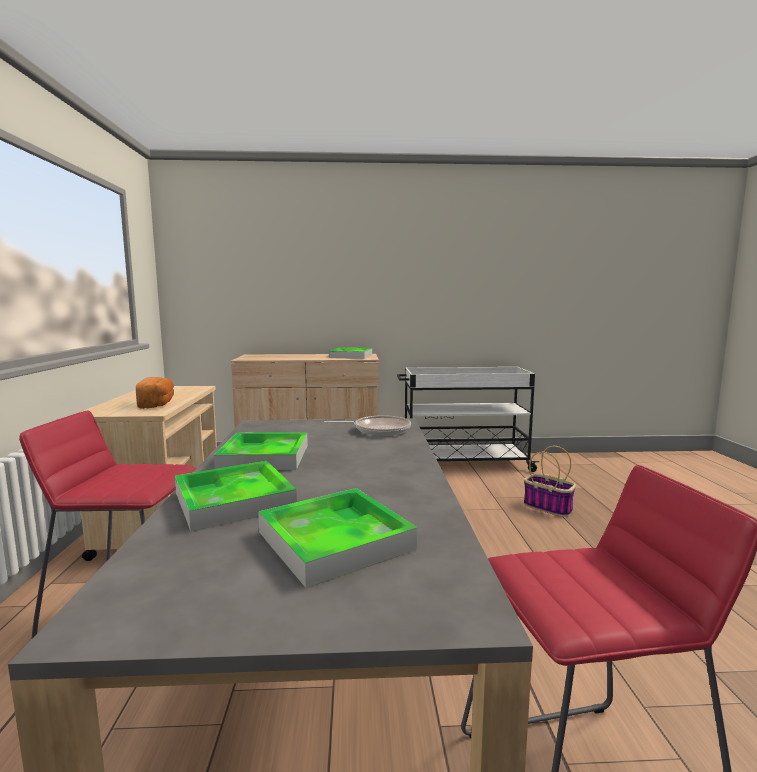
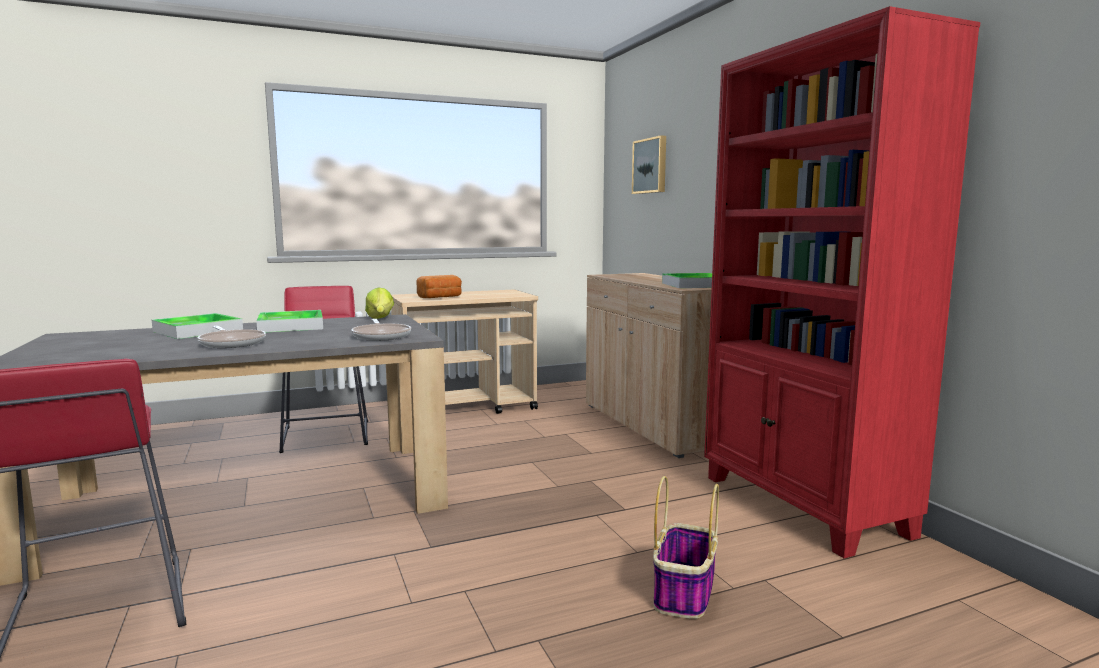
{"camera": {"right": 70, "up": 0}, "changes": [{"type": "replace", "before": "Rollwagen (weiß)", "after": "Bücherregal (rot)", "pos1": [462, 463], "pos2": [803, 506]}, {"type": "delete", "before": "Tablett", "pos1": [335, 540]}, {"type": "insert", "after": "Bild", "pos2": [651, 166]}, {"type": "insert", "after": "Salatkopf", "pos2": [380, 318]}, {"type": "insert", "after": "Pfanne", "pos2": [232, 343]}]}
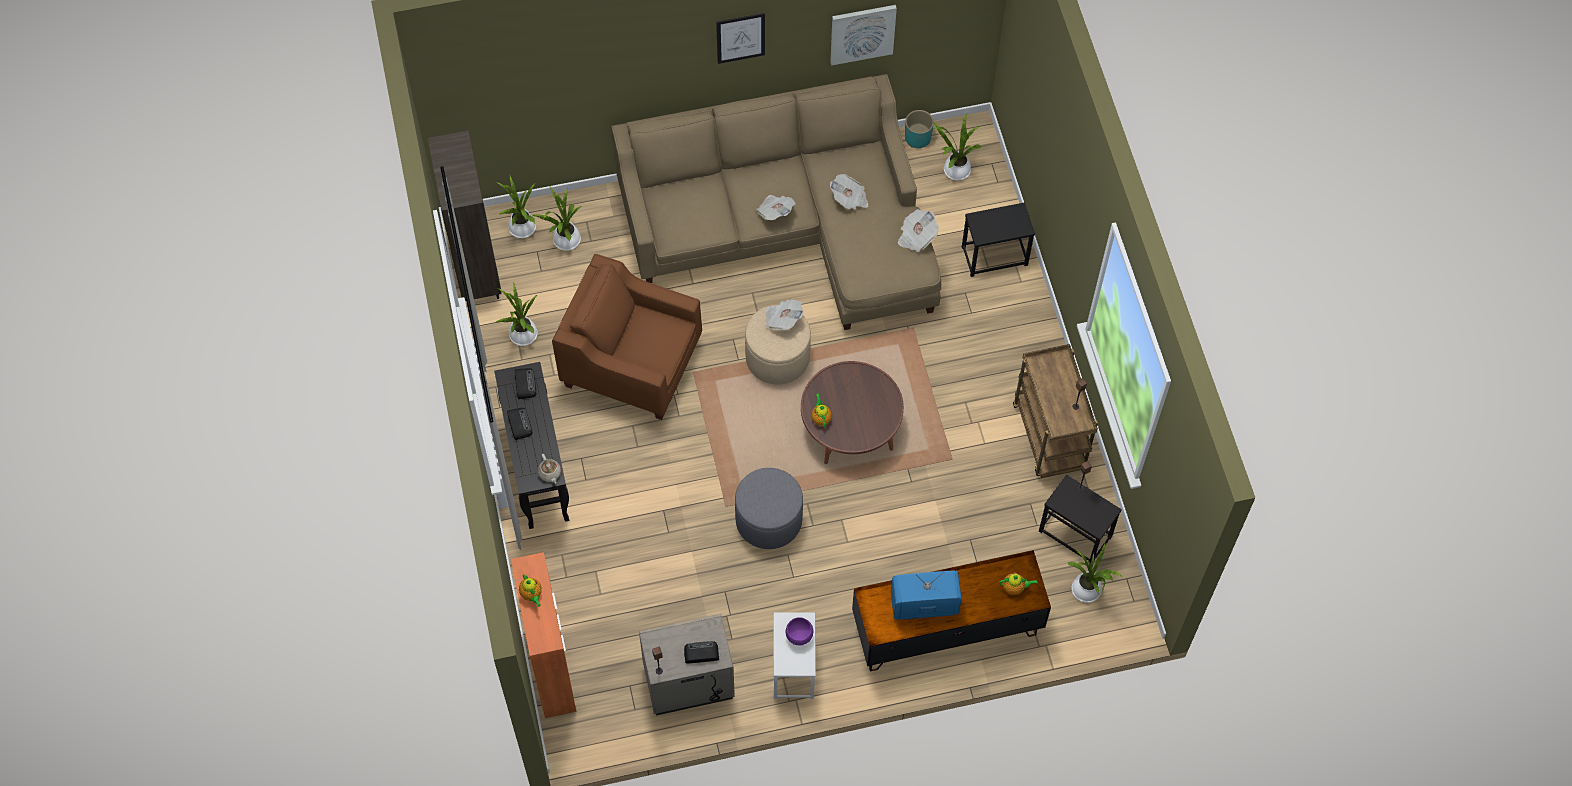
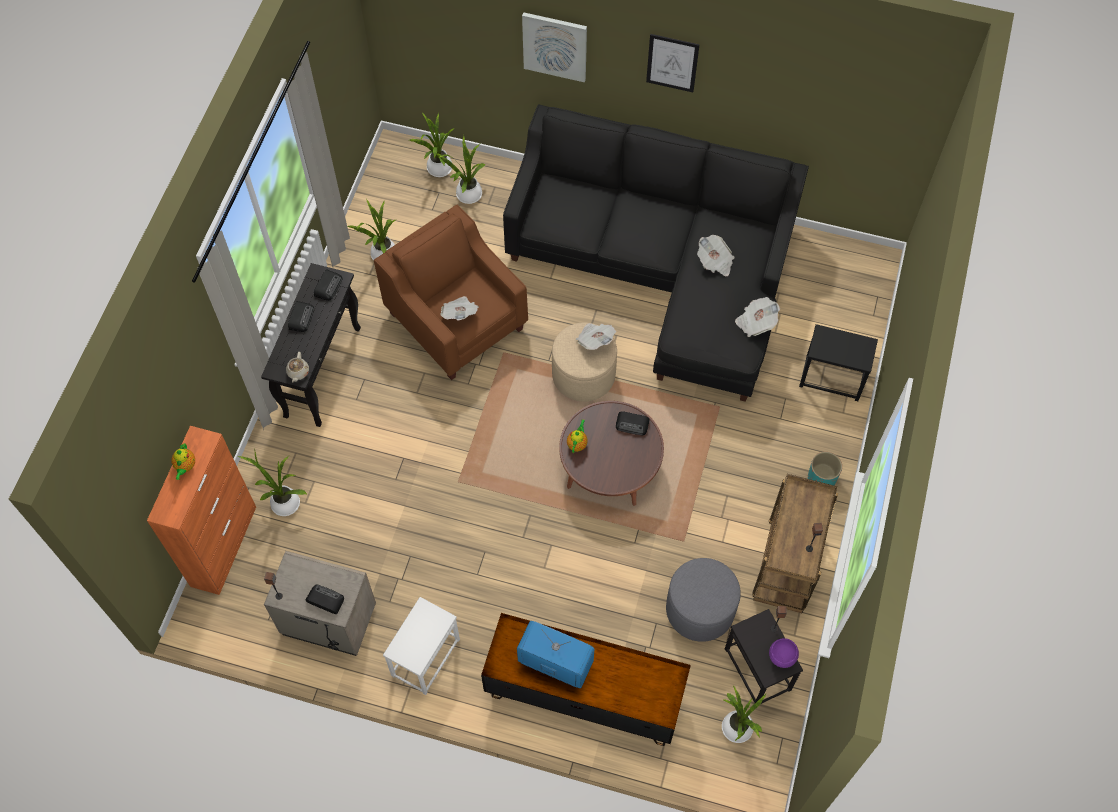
{"camera": {"right": 30, "up": 0}, "changes": [{"type": "move", "before": "Bild", "pos1": [862, 33], "pos2": [555, 46]}, {"type": "recolor", "before": "Sofa (beige)", "after": "Sofa (schwarz)", "pos1": [788, 227], "pos2": [662, 269]}, {"type": "move", "before": "Pflanzkübel (türkis)", "pos1": [917, 138], "pos2": [821, 479]}, {"type": "move", "before": "Topfpflanze", "pos1": [954, 170], "pos2": [283, 502]}, {"type": "delete", "before": "Bücherregal (braun)", "pos1": [476, 273]}, {"type": "move", "before": "Zeitung", "pos1": [775, 212], "pos2": [460, 313]}, {"type": "move", "before": "Polsterhocker (grau)", "pos1": [768, 520], "pos2": [700, 609]}, {"type": "delete", "before": "Teekanne", "pos1": [1014, 588]}, {"type": "move", "before": "Schüssel (lila)", "pos1": [800, 636], "pos2": [782, 657]}, {"type": "insert", "after": "Radio", "pos2": [632, 424]}]}
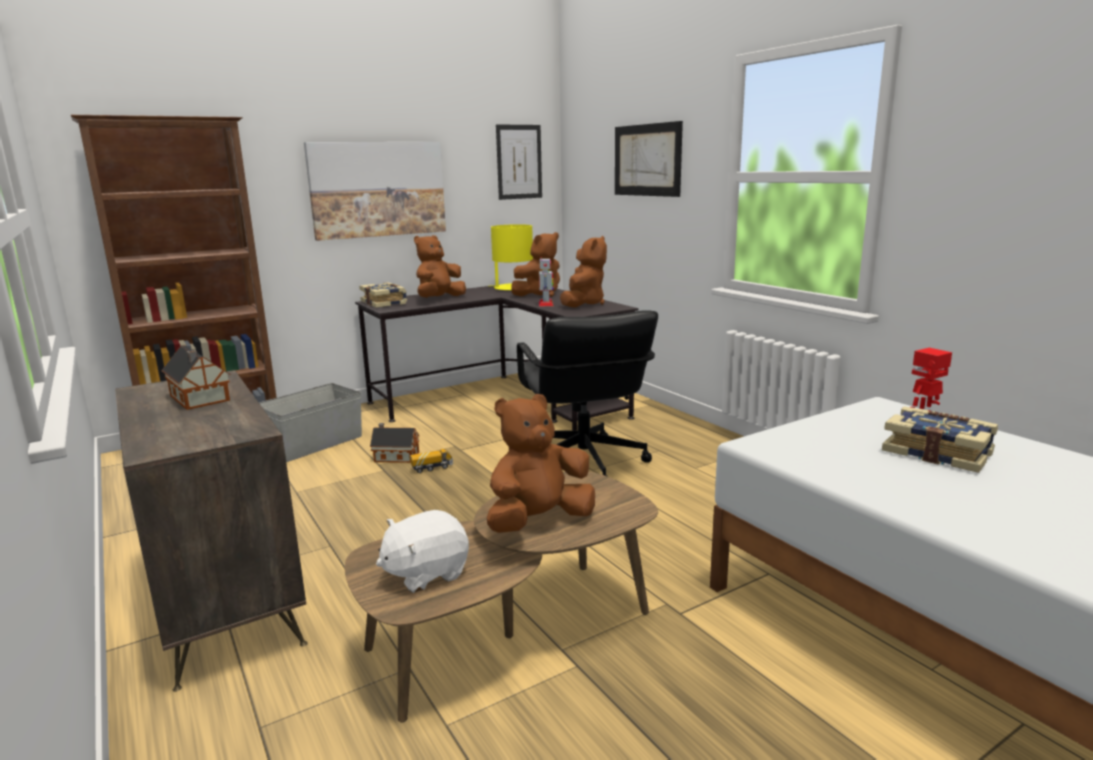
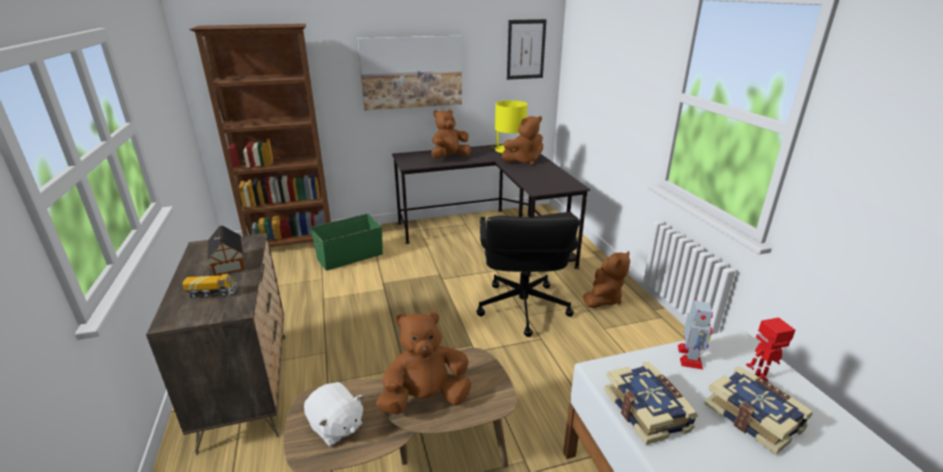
{"camera": {"right": 15, "up": 10}, "changes": [{"type": "delete", "before": "Bild", "pos1": [647, 160]}, {"type": "move", "before": "Plüschtier (braun)", "pos1": [583, 304], "pos2": [603, 299]}, {"type": "move", "before": "Spielzeugroboter", "pos1": [546, 304], "pos2": [690, 357]}, {"type": "move", "before": "Buch", "pos1": [385, 303], "pos2": [648, 411]}, {"type": "recolor", "before": "Aufbewahrungsbox (grau)", "after": "Aufbewahrungsbox (grün)", "pos1": [314, 444], "pos2": [350, 256]}, {"type": "delete", "before": "Spielzeughaus", "pos1": [395, 457]}, {"type": "move", "before": "Spielzeuglaster", "pos1": [432, 468], "pos2": [213, 293]}, {"type": "rotate", "before": "Plüschtier (weiß)", "pos1": [426, 573], "pos2": [336, 427], "turn": -120}]}
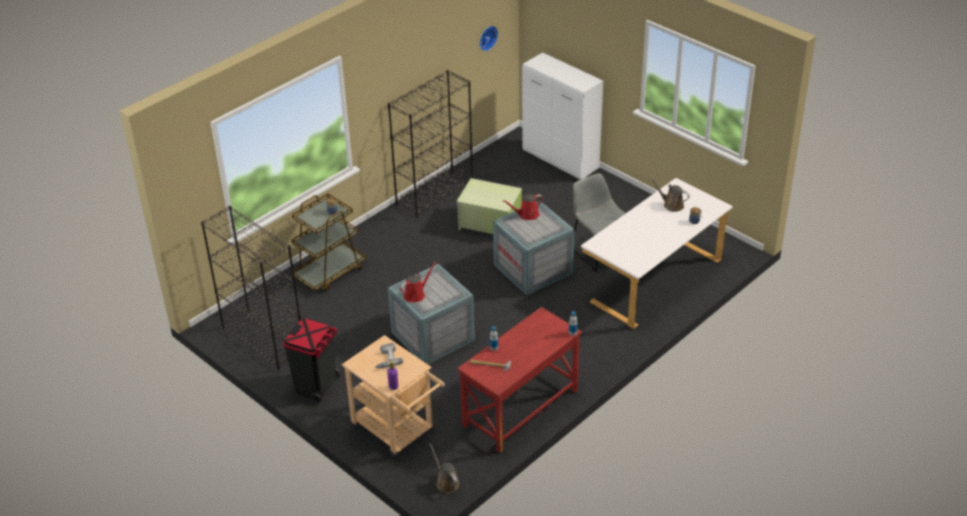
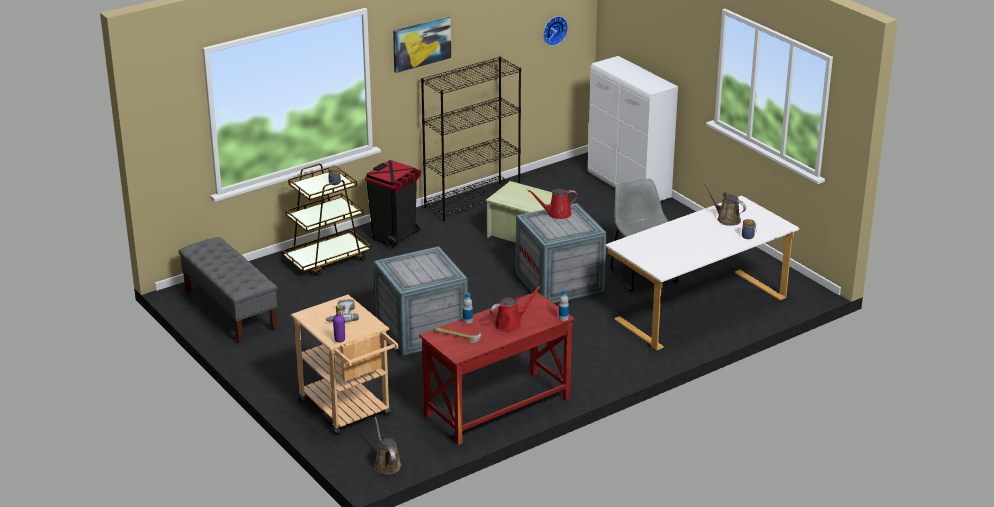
{"camera": {"right": 10, "up": -10}, "changes": [{"type": "replace", "before": "Bücherregal (schwarz)", "after": "Bank (grau)", "pos1": [262, 339], "pos2": [230, 311]}, {"type": "move", "before": "Gießkanne (rot)", "pos1": [416, 294], "pos2": [510, 324]}, {"type": "move", "before": "Mülleimer (schwarz)", "pos1": [317, 386], "pos2": [395, 236]}, {"type": "insert", "after": "Bild", "pos2": [421, 44]}]}
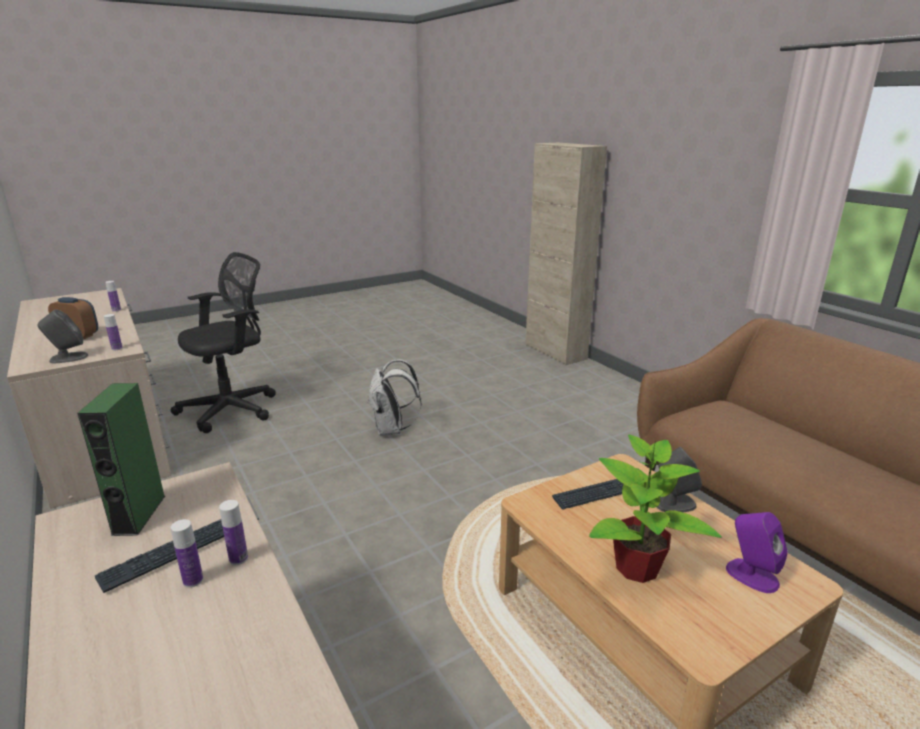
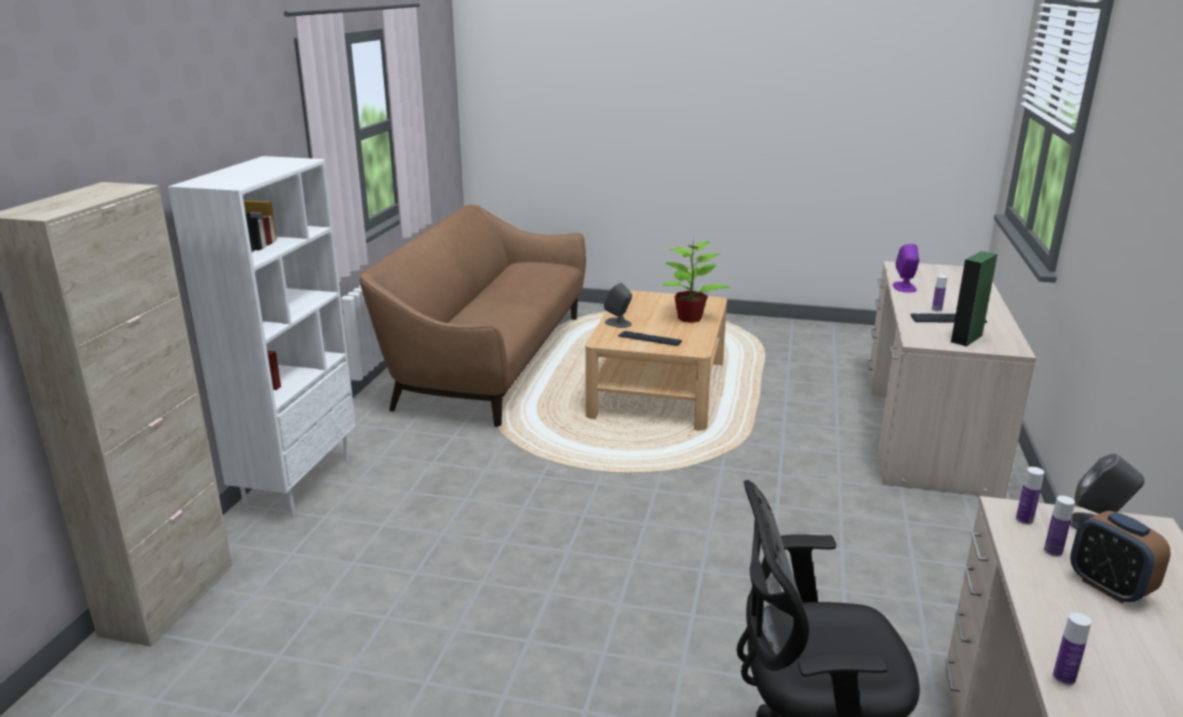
{"camera": {"right": -135, "up": 0}, "changes": [{"type": "delete", "before": "Rucksack (weiß)", "pos1": [392, 430]}, {"type": "move", "before": "Flasche", "pos1": [238, 558], "pos2": [1053, 551]}, {"type": "move", "before": "Lautsprecher (lila)", "pos1": [751, 575], "pos2": [904, 287]}, {"type": "insert", "after": "Bücherregal (weiß)", "pos2": [298, 483]}]}
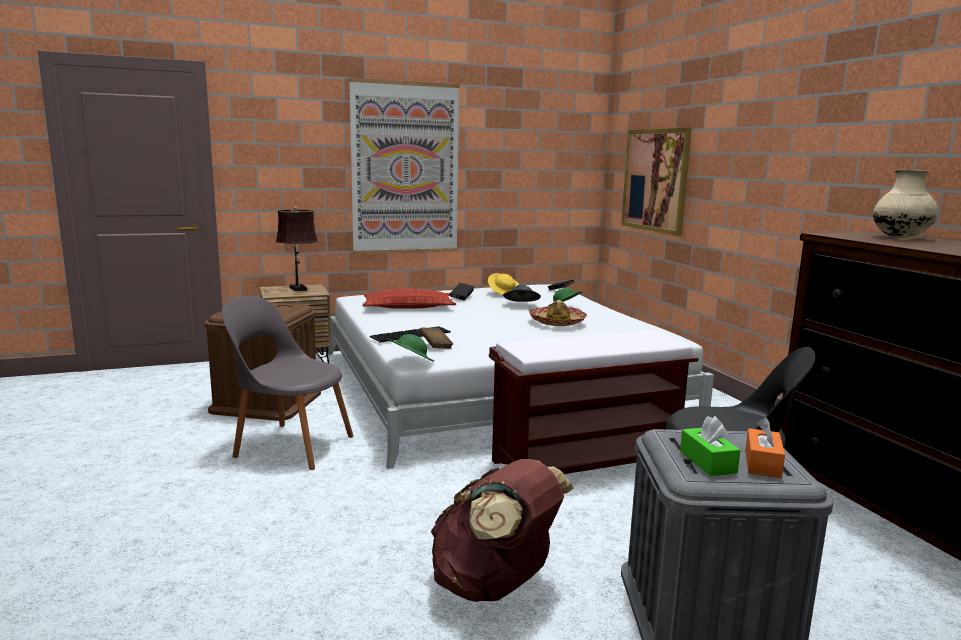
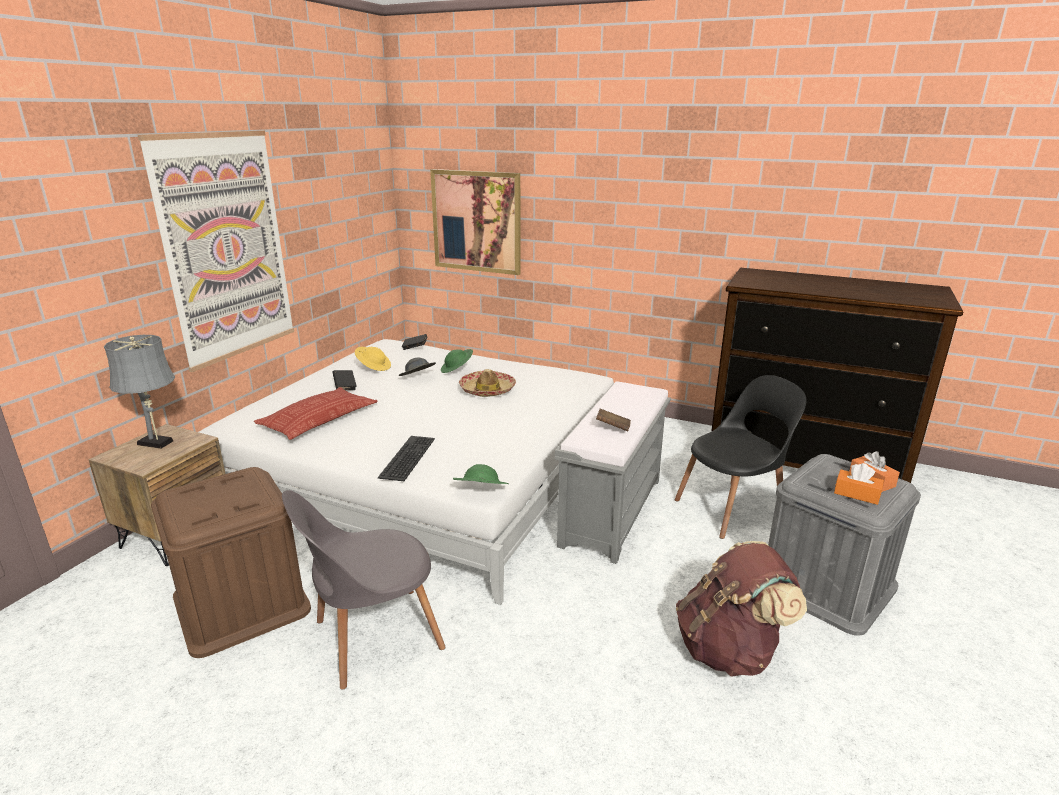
{"camera": {"right": -45, "up": 10}, "changes": [{"type": "delete", "before": "Vase (beige)", "pos1": [900, 237]}, {"type": "recolor", "before": "Tischlampe (braun)", "after": "Tischlampe (grau)", "pos1": [298, 289], "pos2": [158, 443]}, {"type": "move", "before": "Buch (braun)", "pos1": [436, 346], "pos2": [612, 428]}, {"type": "recolor", "before": "Bank (braun)", "after": "Bank (grau)", "pos1": [587, 461], "pos2": [611, 510]}, {"type": "recolor", "before": "Taschentuchbox (grün)", "after": "Taschentuchbox (orange)", "pos1": [707, 462], "pos2": [856, 494]}]}
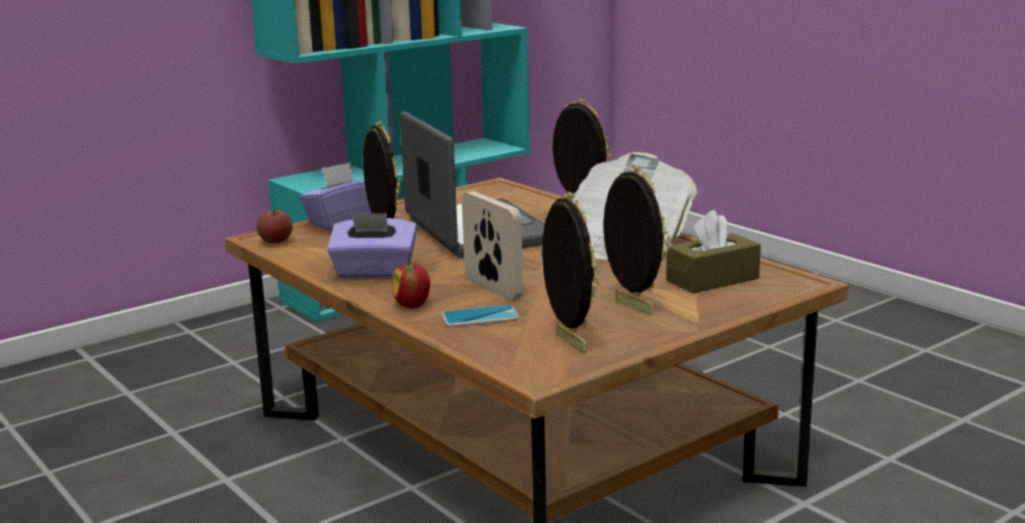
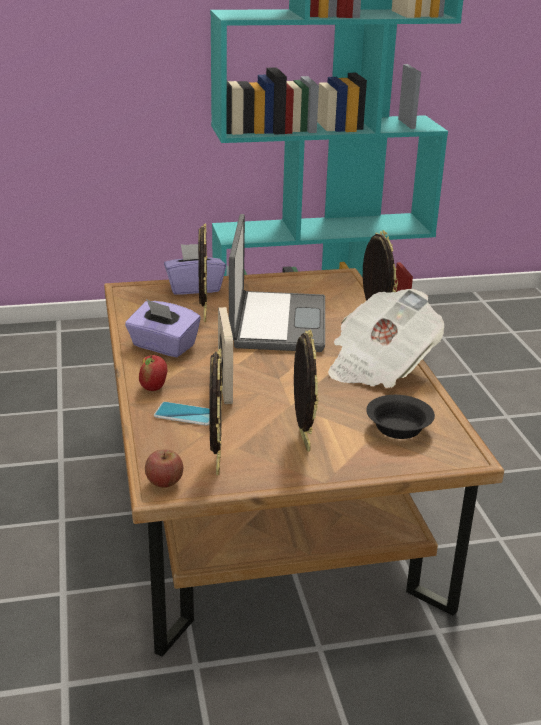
{"camera": {"right": 25, "up": 10}, "changes": [{"type": "move", "before": "Apfel", "pos1": [276, 240], "pos2": [164, 481]}, {"type": "replace", "before": "Taschentuchbox (braun)", "after": "Schüssel (schwarz)", "pos1": [712, 279], "pos2": [397, 429]}]}
